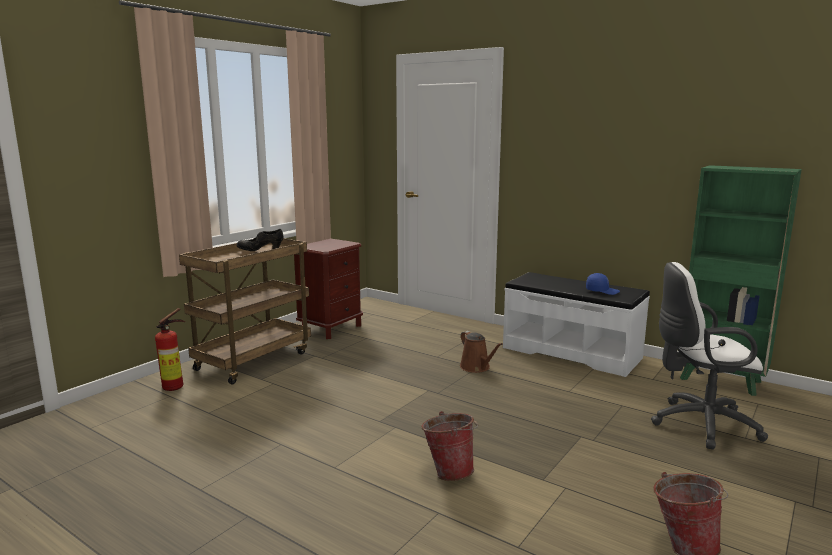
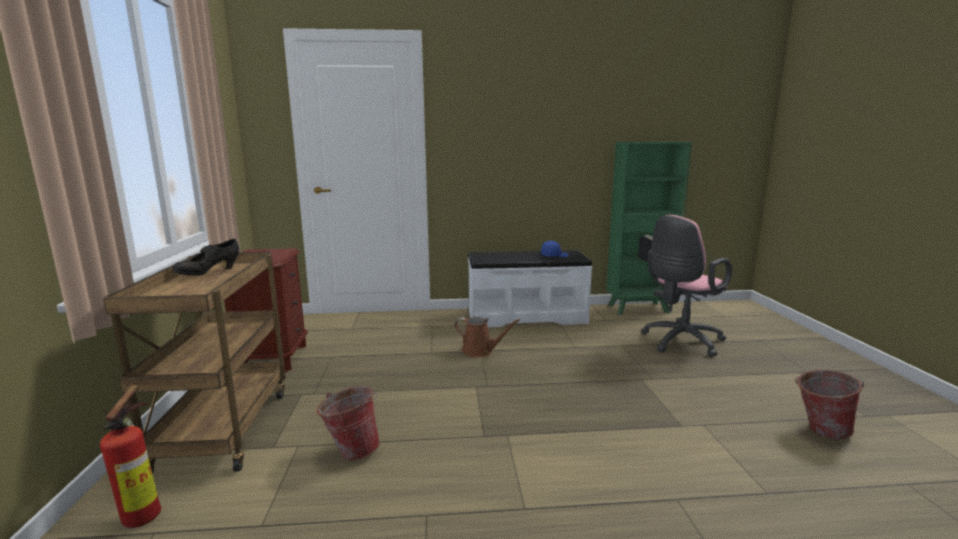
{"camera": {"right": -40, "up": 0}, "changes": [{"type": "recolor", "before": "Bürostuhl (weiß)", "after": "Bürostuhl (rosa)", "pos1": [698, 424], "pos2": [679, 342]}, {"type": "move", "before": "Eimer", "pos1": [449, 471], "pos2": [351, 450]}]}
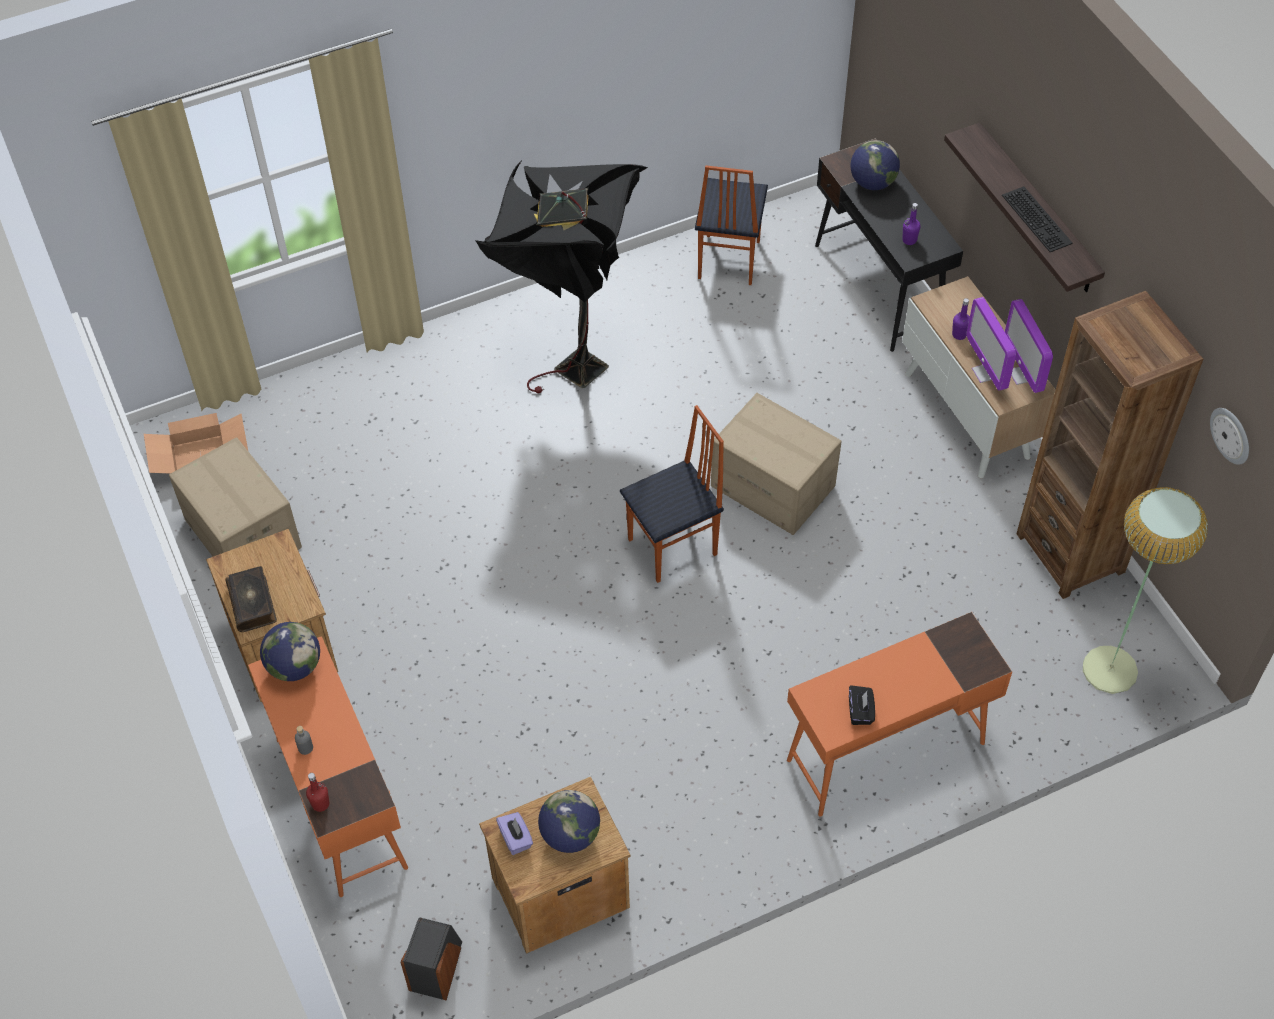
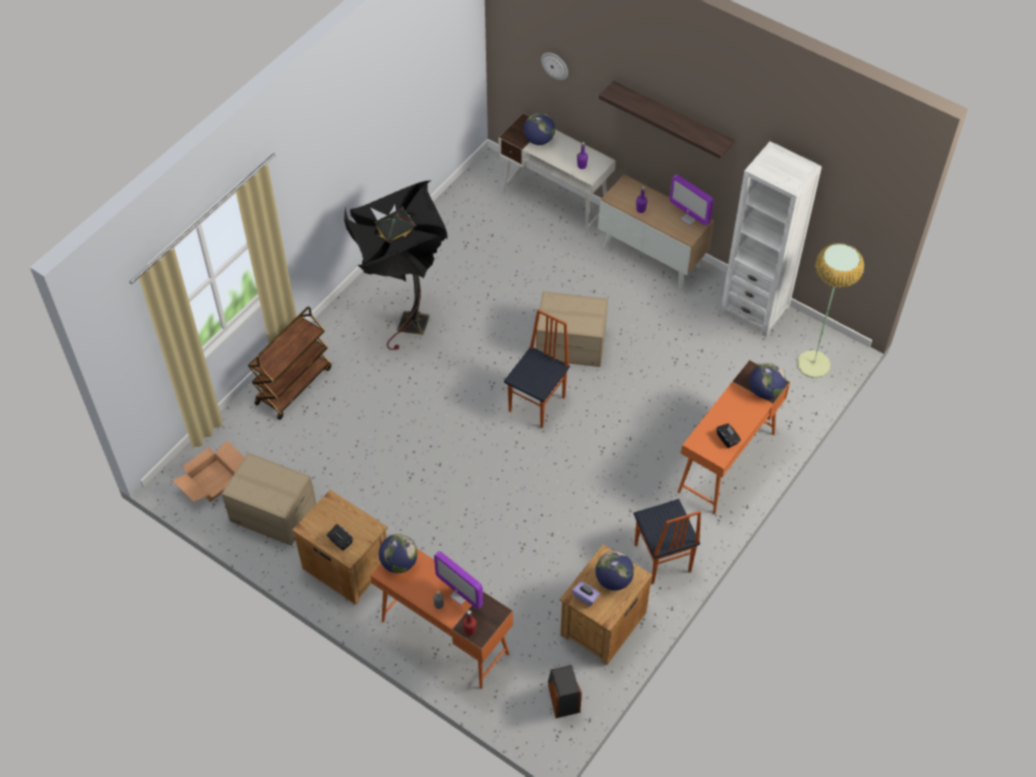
{"camera": {"right": -30, "up": 0}, "changes": [{"type": "recolor", "before": "Schreibtisch (schwarz)", "after": "Schreibtisch (weiß)", "pos1": [878, 288], "pos2": [555, 203]}, {"type": "move", "before": "Stuhl", "pos1": [727, 260], "pos2": [661, 559]}, {"type": "delete", "before": "Tastatur", "pos1": [1038, 219]}, {"type": "recolor", "before": "Bücherregal (braun)", "after": "Bücherregal (weiß)", "pos1": [1070, 553], "pos2": [754, 310]}, {"type": "move", "before": "Monitor", "pos1": [986, 373], "pos2": [460, 595]}, {"type": "move", "before": "Wanduhr", "pos1": [1231, 435], "pos2": [555, 65]}, {"type": "replace", "before": "Buch", "after": "Taschentuchbox (schwarz)", "pos1": [253, 603], "pos2": [340, 542]}, {"type": "insert", "after": "Rollwagen (braun)", "pos2": [293, 385]}, {"type": "insert", "after": "Globus", "pos2": [765, 391]}]}
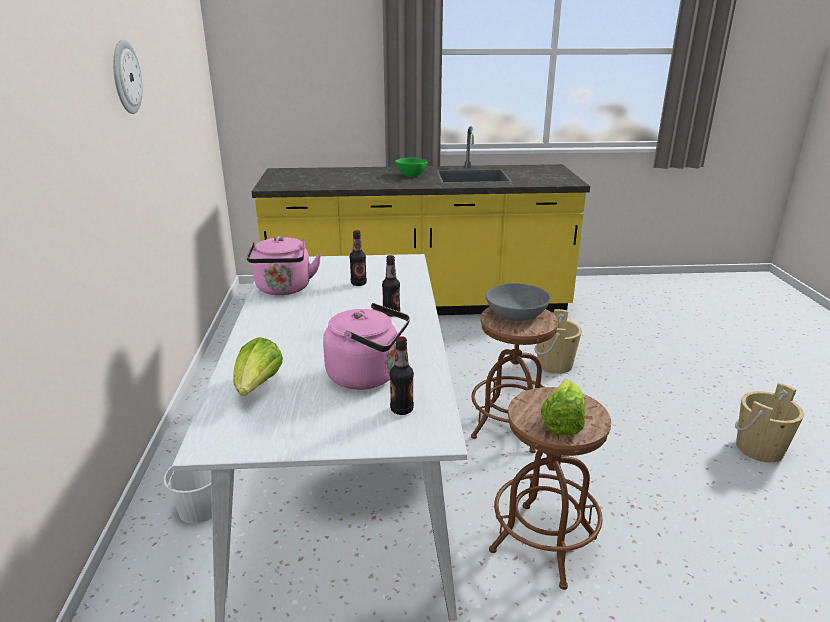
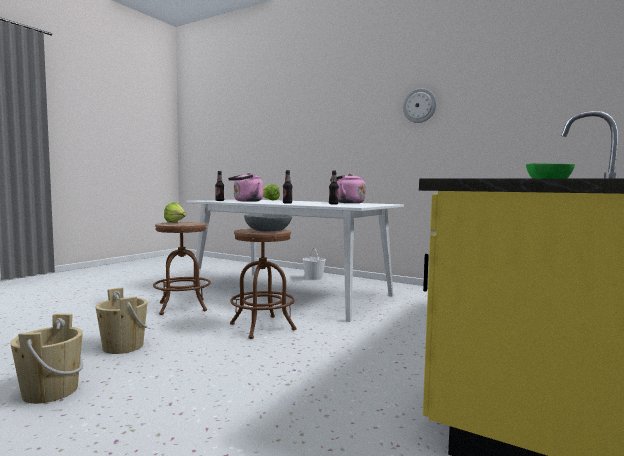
{"camera": {"right": 125, "up": -20}, "changes": [{"type": "move", "before": "Eimer (beige)", "pos1": [554, 364], "pos2": [123, 346]}]}
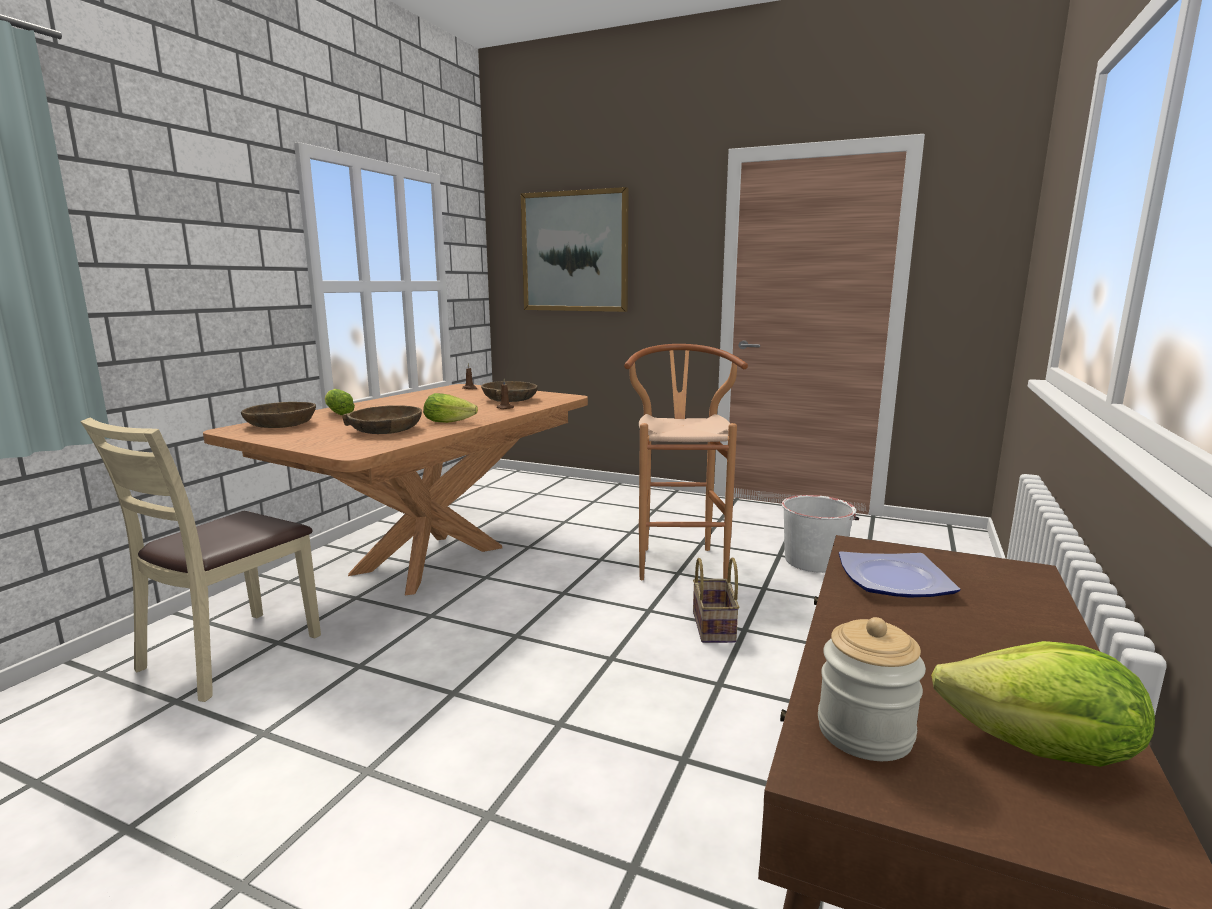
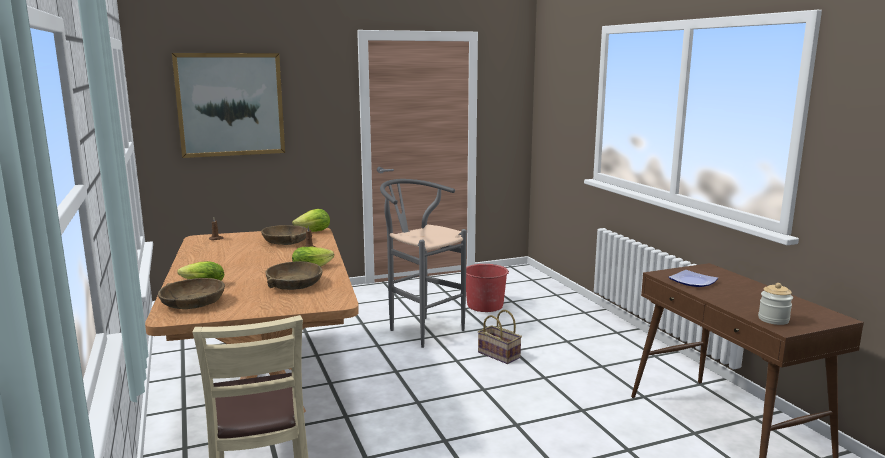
{"camera": {"right": -45, "up": 0}, "changes": [{"type": "recolor", "before": "Hocker (braun)", "after": "Hocker (grau)", "pos1": [679, 559], "pos2": [420, 329]}, {"type": "recolor", "before": "Eimer (weiß)", "after": "Eimer (rot)", "pos1": [814, 561], "pos2": [484, 305]}, {"type": "move", "before": "Salatkopf", "pos1": [1040, 751], "pos2": [314, 232]}]}
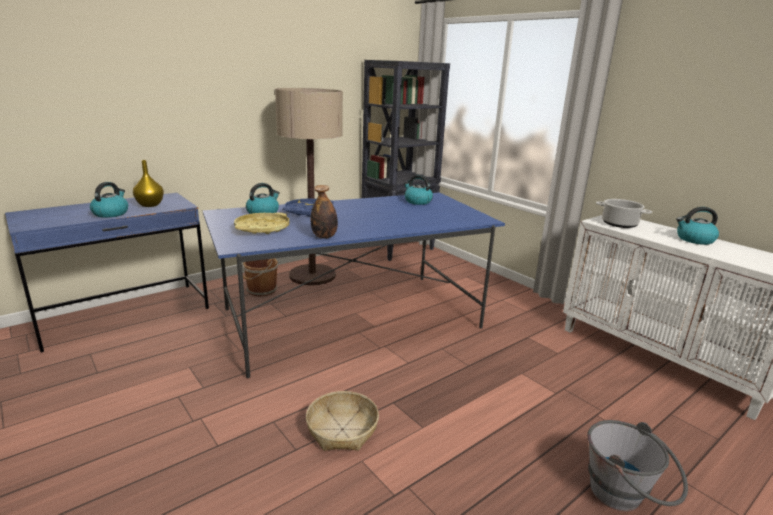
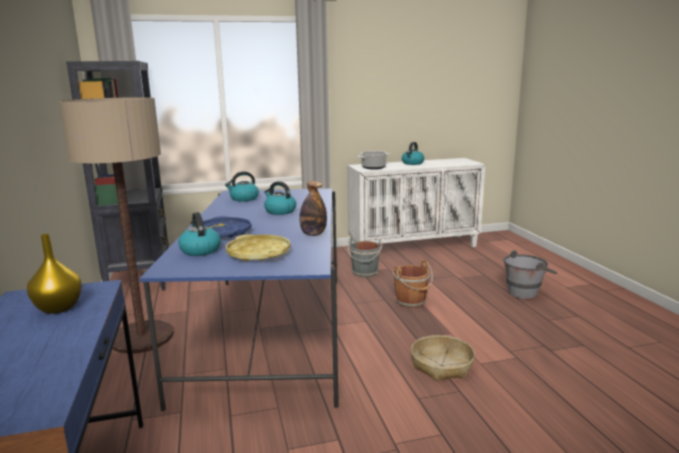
{"camera": {"right": -65, "up": -5}, "changes": [{"type": "move", "before": "Wasserkessel", "pos1": [111, 213], "pos2": [279, 211]}, {"type": "move", "before": "Eimer (braun)", "pos1": [261, 291], "pos2": [411, 302]}, {"type": "insert", "after": "Eimer (grau)", "pos2": [365, 273]}]}
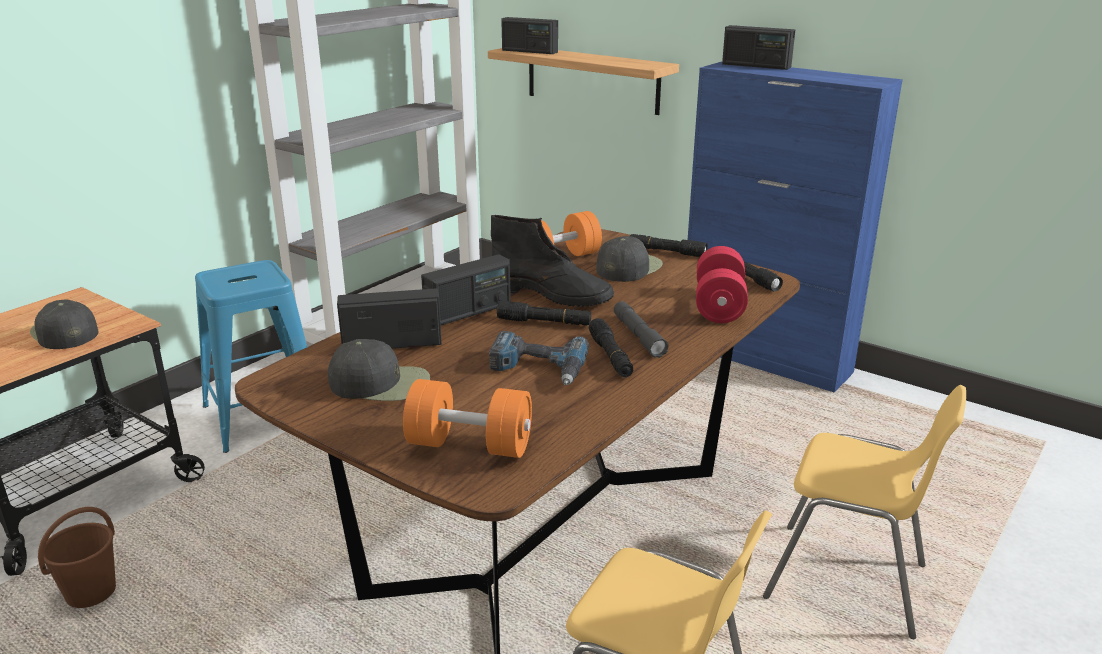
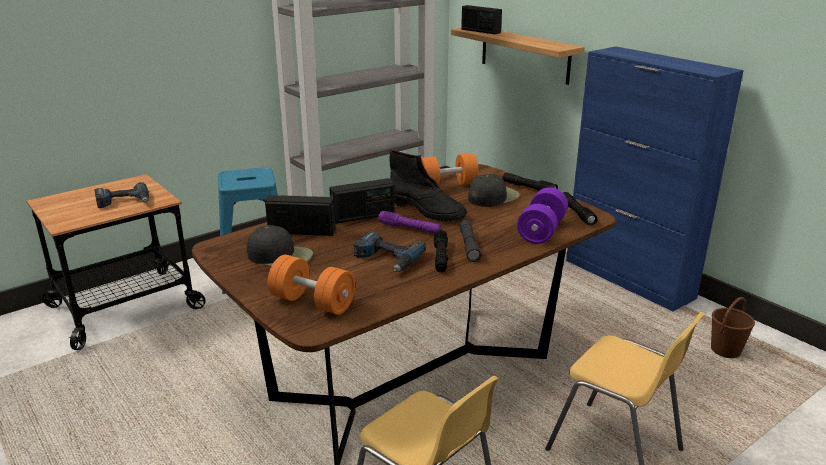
{"camera": {"right": 15, "up": 0}, "changes": [{"type": "delete", "before": "Radio", "pos1": [756, 66]}, {"type": "recolor", "before": "Hantel (rot)", "after": "Hantel (lila)", "pos1": [719, 305], "pos2": [541, 231]}, {"type": "replace", "before": "Kappe (schwarz)", "after": "Bohrmaschine", "pos1": [64, 332], "pos2": [124, 202]}, {"type": "recolor", "before": "Taschenlampe (schwarz)", "after": "Taschenlampe (lila)", "pos1": [544, 322], "pos2": [409, 229]}, {"type": "move", "before": "Eimer (braun)", "pos1": [90, 593], "pos2": [725, 350]}]}
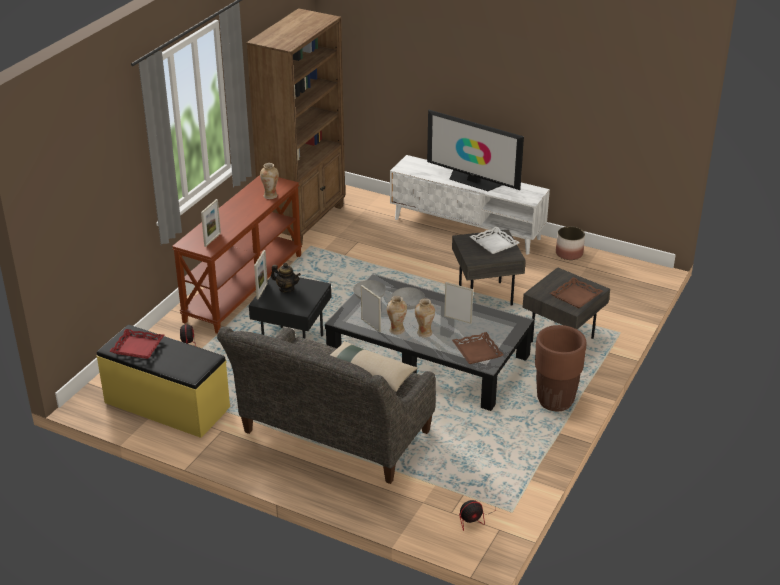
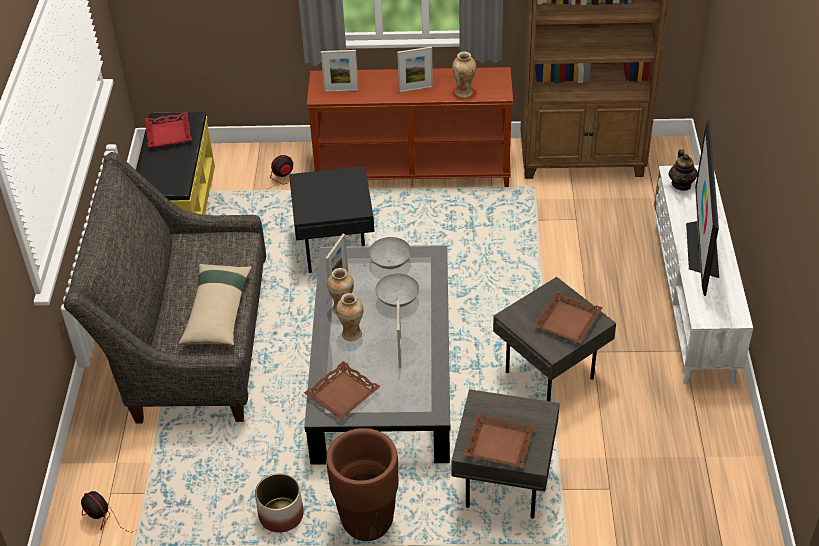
{"camera": {"right": 65, "up": 10}, "changes": [{"type": "move", "before": "Pflanzkübel", "pos1": [569, 253], "pos2": [281, 515]}, {"type": "recolor", "before": "Tablett (weiß)", "after": "Tablett (braun)", "pos1": [494, 243], "pos2": [568, 321]}, {"type": "move", "before": "Bilderrahmen", "pos1": [262, 291], "pos2": [415, 89]}, {"type": "move", "before": "Teekanne", "pos1": [286, 289], "pos2": [681, 184]}]}
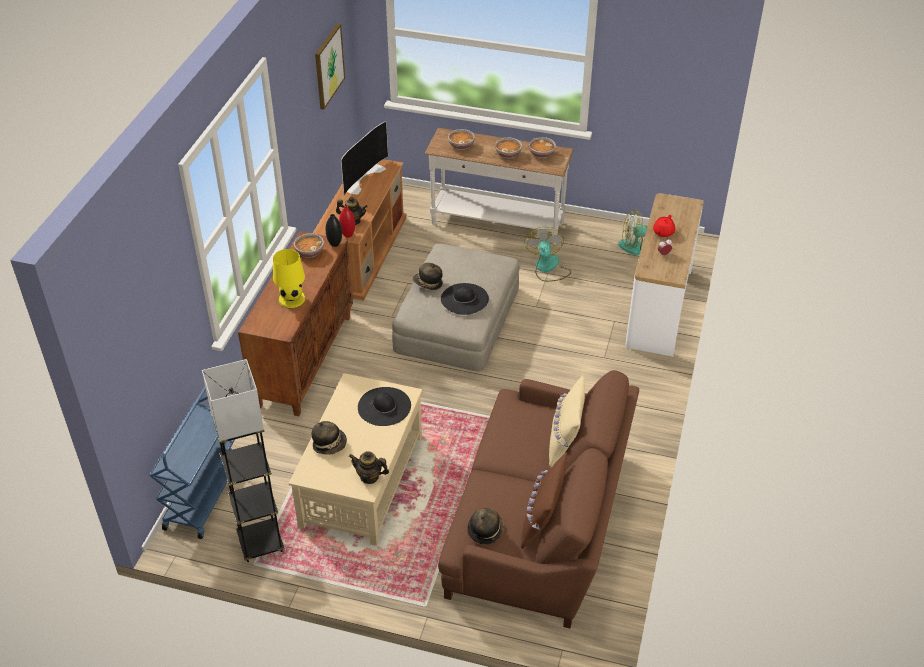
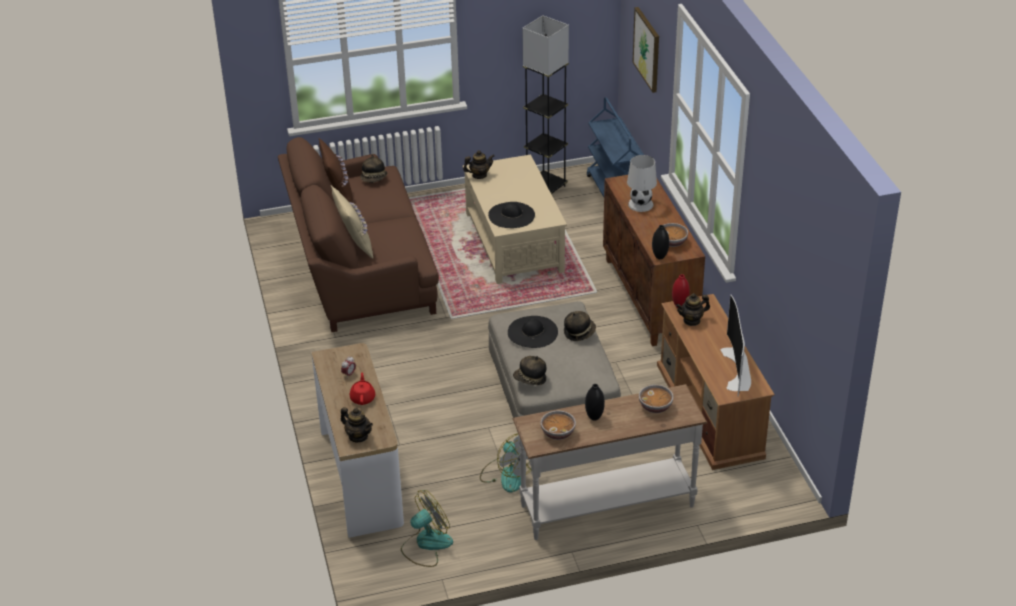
{"camera": {"right": 150, "up": -5}, "changes": [{"type": "move", "before": "Bild", "pos1": [328, 66], "pos2": [647, 49]}, {"type": "replace", "before": "Schüssel", "after": "Vase (schwarz)", "pos1": [508, 154], "pos2": [594, 417]}, {"type": "recolor", "before": "Tischlampe (gelb)", "after": "Tischlampe (weiß)", "pos1": [291, 299], "pos2": [641, 204]}, {"type": "move", "before": "Hut", "pos1": [330, 444], "pos2": [530, 379]}, {"type": "insert", "after": "Teekanne", "pos2": [358, 436]}]}
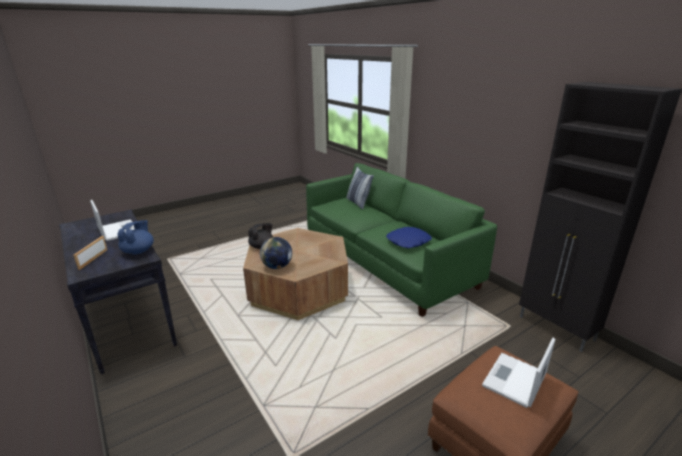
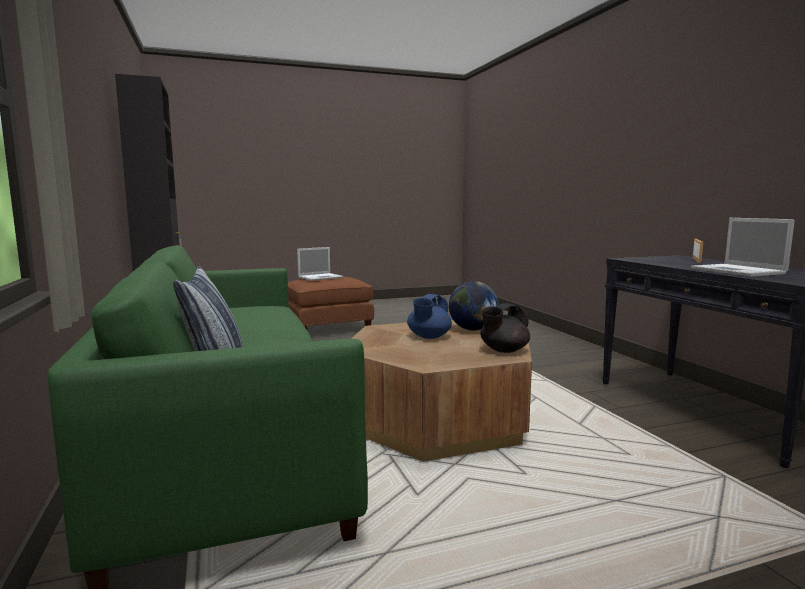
{"camera": {"right": -165, "up": -15}, "changes": [{"type": "move", "before": "Teekanne (blau)", "pos1": [139, 251], "pos2": [428, 337]}, {"type": "delete", "before": "Kissen (blau)", "pos1": [408, 242]}]}
